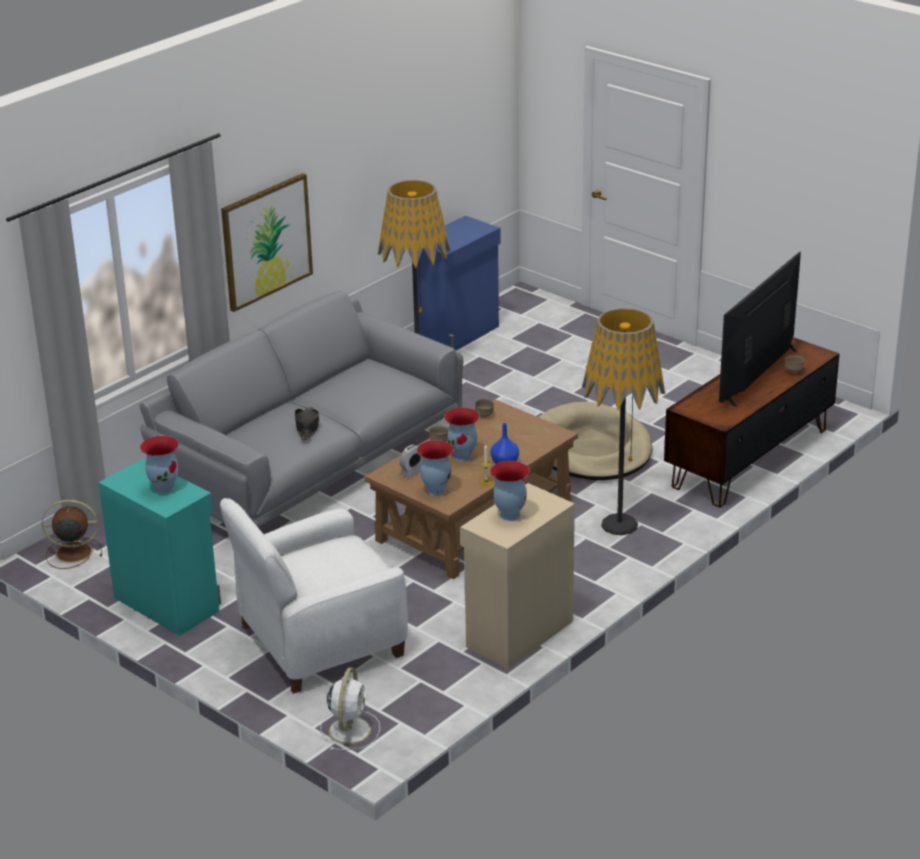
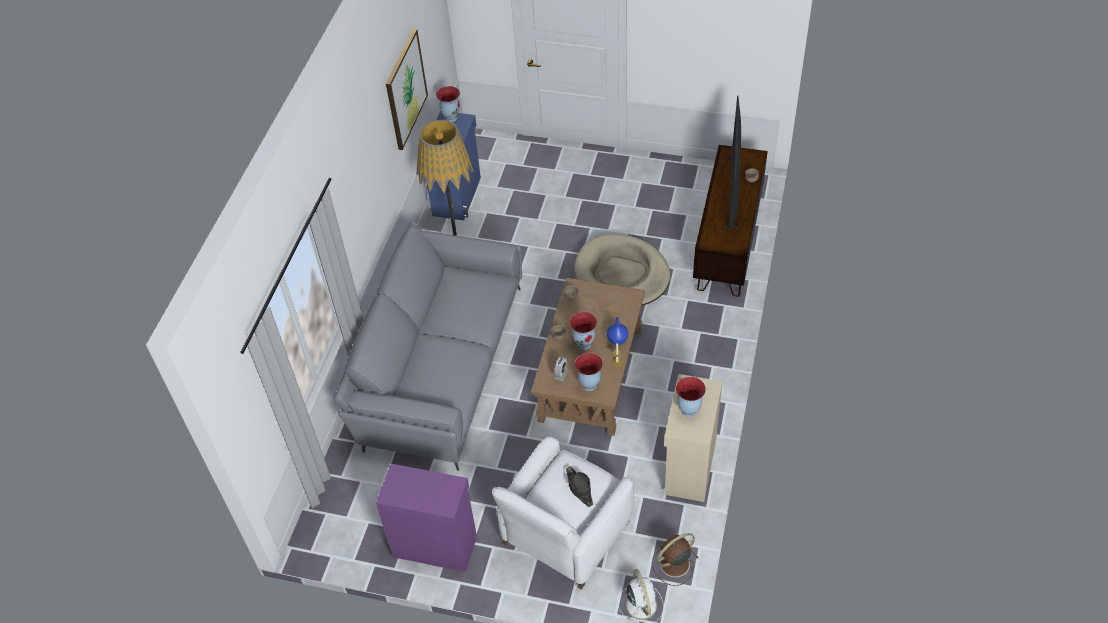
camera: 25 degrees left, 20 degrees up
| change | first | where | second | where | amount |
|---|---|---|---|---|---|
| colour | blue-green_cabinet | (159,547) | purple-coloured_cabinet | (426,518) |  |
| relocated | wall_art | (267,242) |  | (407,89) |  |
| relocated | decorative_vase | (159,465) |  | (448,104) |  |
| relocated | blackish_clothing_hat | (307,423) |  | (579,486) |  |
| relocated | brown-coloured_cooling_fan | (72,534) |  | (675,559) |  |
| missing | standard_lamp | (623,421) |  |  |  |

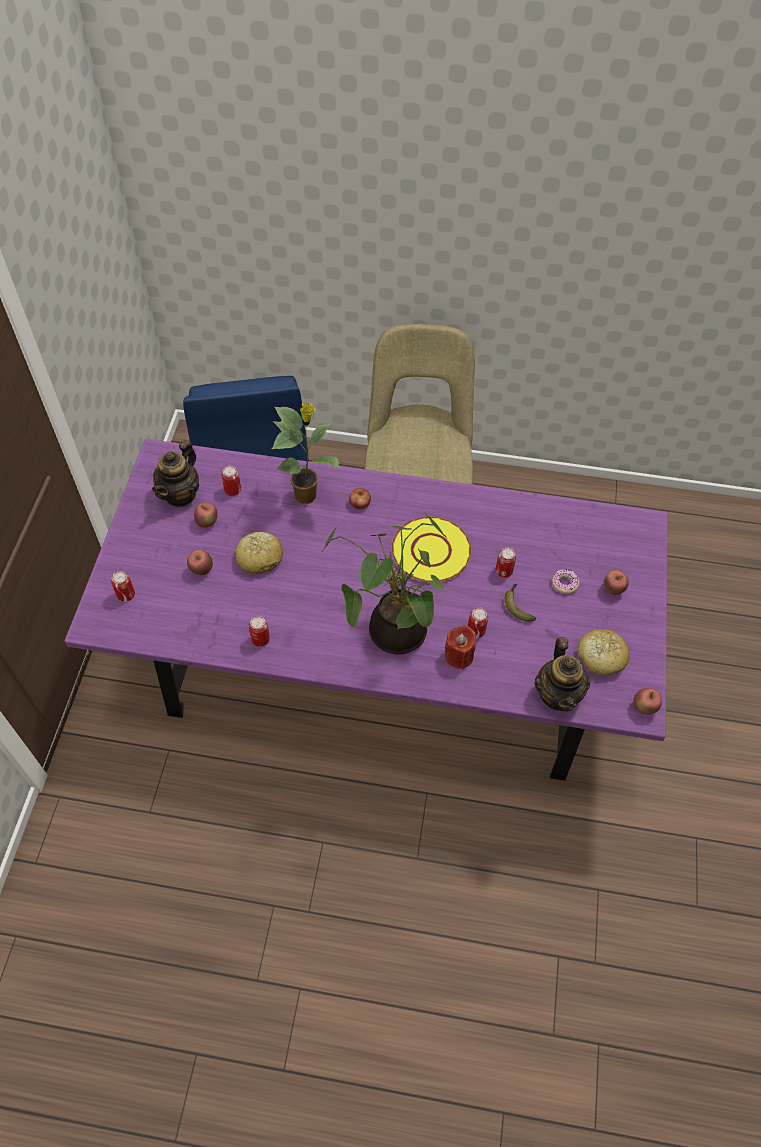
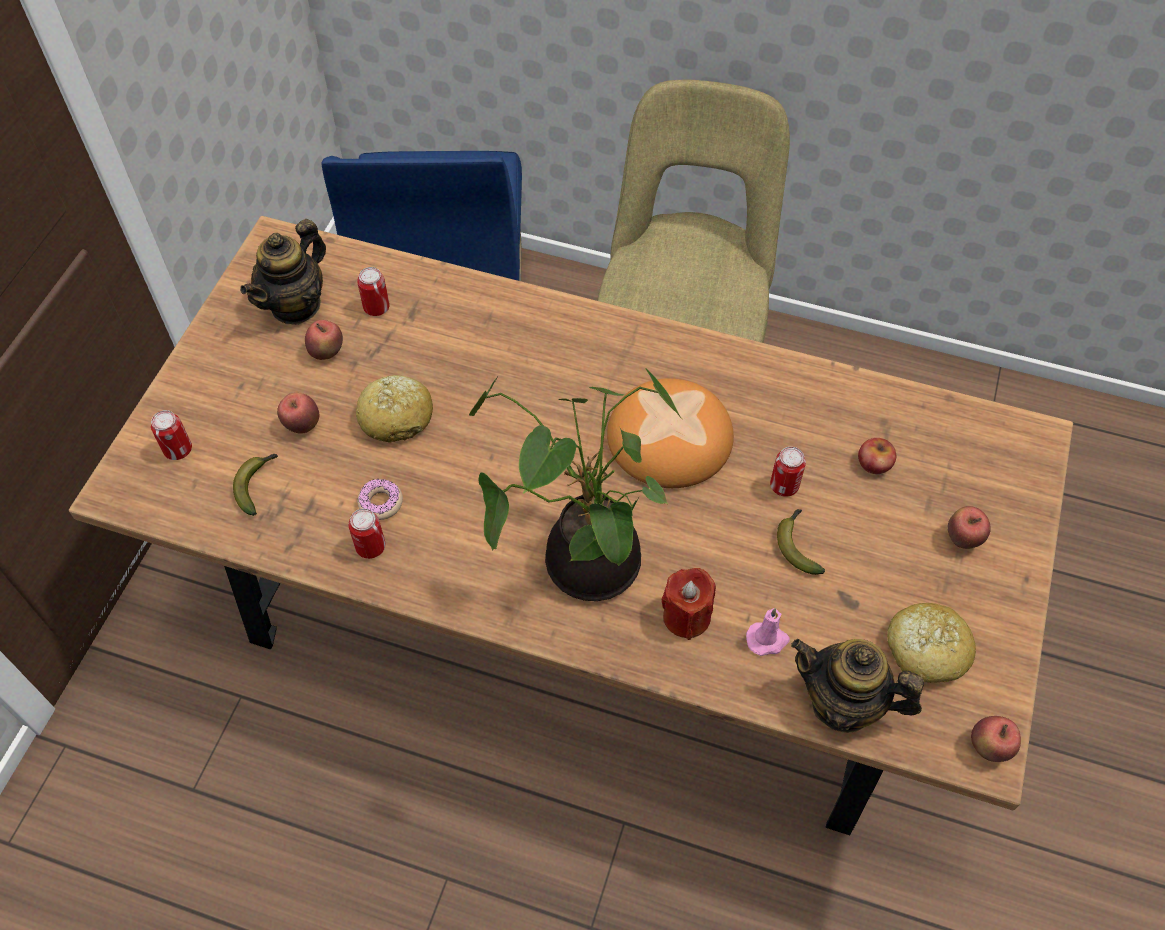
camera: 10 degrees right, 0 degrees up
| change | first | where | second | where | amount |
|---|---|---|---|---|---|
| colour | purple-coloured_dining_table | (366,610) | brown-coloured_dining_table | (571,525) |  |
| appeared |  |  | banana | (255,485) |  |
| relocated | donut | (565,581) |  | (380,499) |  |
| exchanged | yellow-coloured_flat_dish | (431,549) | baked_bread | (670,433) |  |
| appeared |  |  | pinkish_wax_candle | (768,632) |  |
| spun | tea_pot | (562,674) |  | (857,686) | 105 degrees clockwise |
| relocated | apple_fruit | (360,498) |  | (877,456) |  |
| missing | houseplant | (306,453) |  |  |  |
| missing | sealed_can | (478,622) |  |  |  |

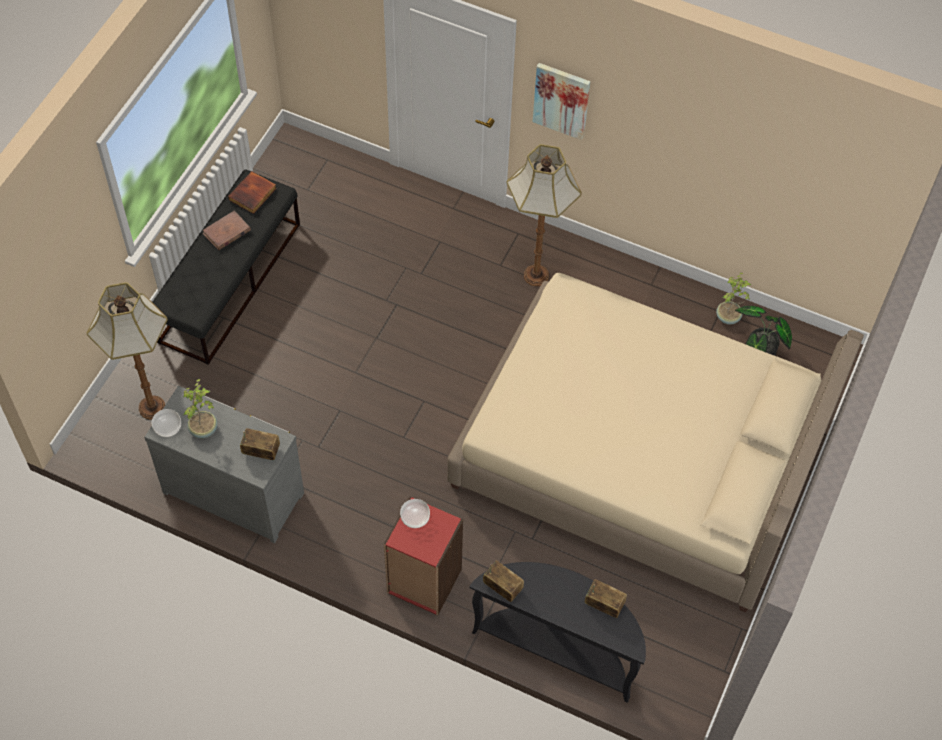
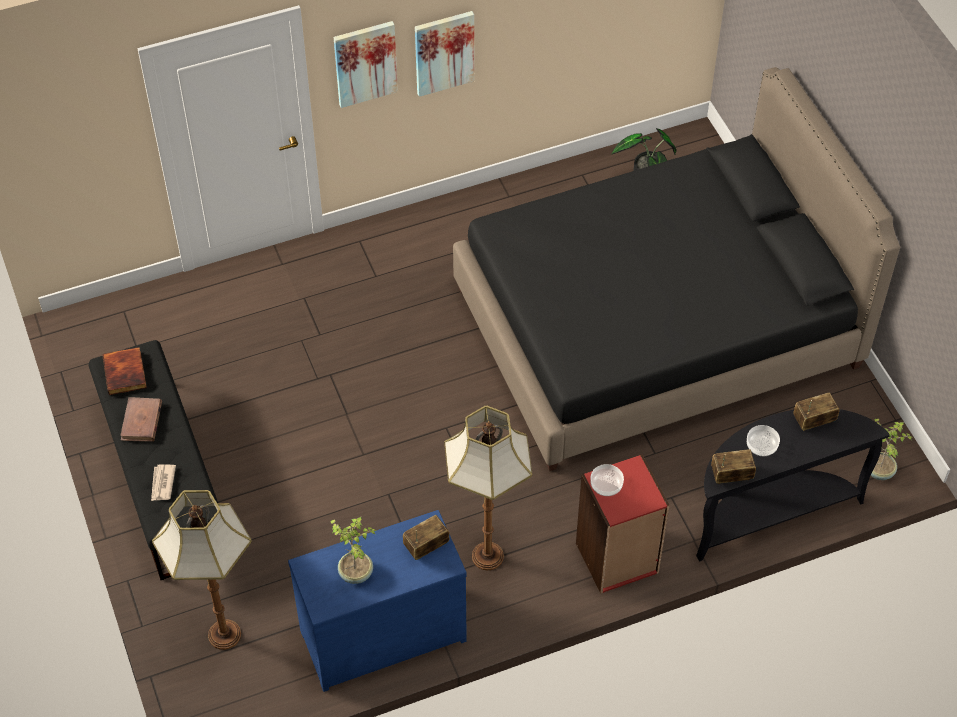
camera: 45 degrees left, 5 degrees down
| change | first | where | second | where | amount |
|---|---|---|---|---|---|
| appeared |  |  | newspaper | (163,482) |  |
| colour | gray_dresser | (224,464) | blue-coloured_dresser | (377,601) |  |
| appeared |  |  | wall_art | (444,54) |  |
| relocated | standard_lamp | (544,215) |  | (488,488) |  |
| colour | beige_sleeping_bed | (655,443) | blackish_sleeping_bed | (676,269) |  |
| relocated | deep_dish | (166,423) |  | (763,440) |  |
| relocated | houseplant | (734,298) |  | (892,449) |  |

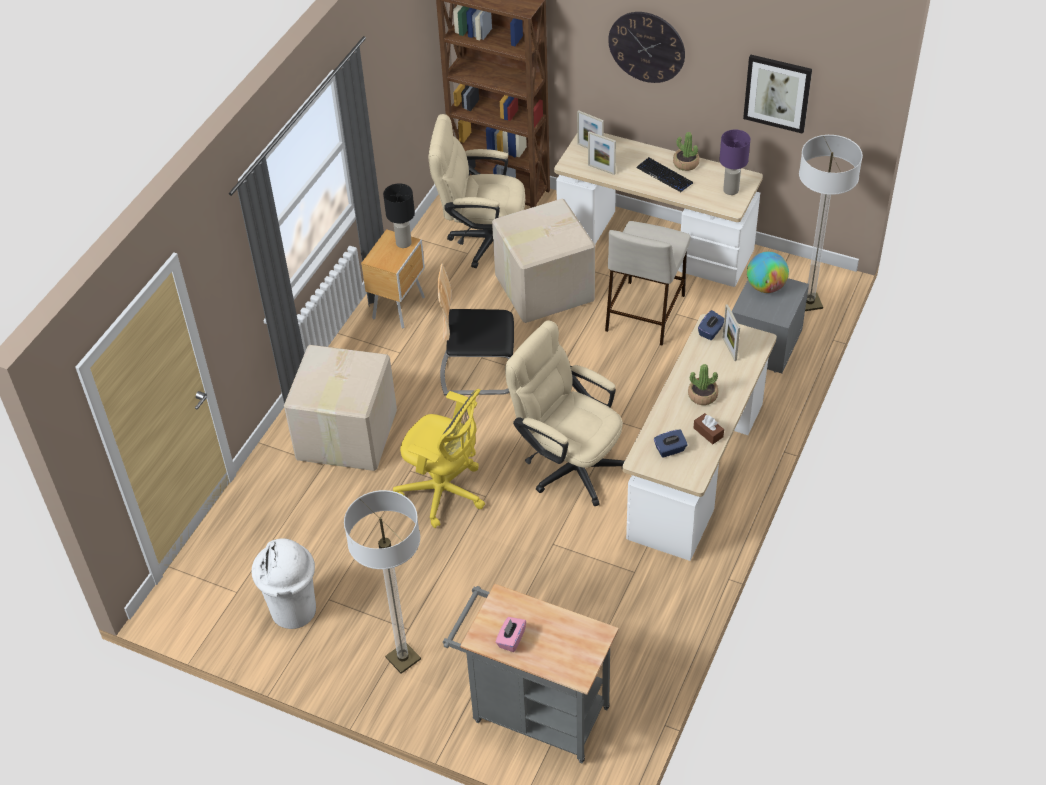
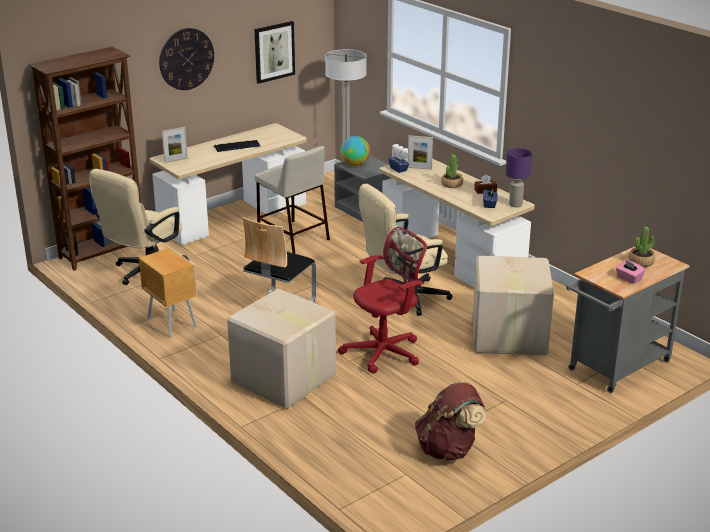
camera: 65 degrees left, 20 degrees down
| change | first | where | second | where | amount |
|---|---|---|---|---|---|
| colour | yellow-coloured_computer_chair | (439,458) | red-coloured_computer_chair | (382,300) |  |
| exchanged | white-coloured_waste_bin | (284,583) | brown-coloured_knapsack | (450,421) |  |
| relocated | cardboard_box | (543,260) |  | (513,305) |  |
| relocated | purple-coloured_tabletop_lamp | (735,162) |  | (519,177) |  |
| relocated | houseplant | (686,151) |  | (641,246) |  |
| missing | standard_lamp | (382,582) |  |  |  |
| missing | blackish_tabletop_lamp | (399,215) |  |  |  |
| missing | photo_frame | (602,153) |  |  |  |

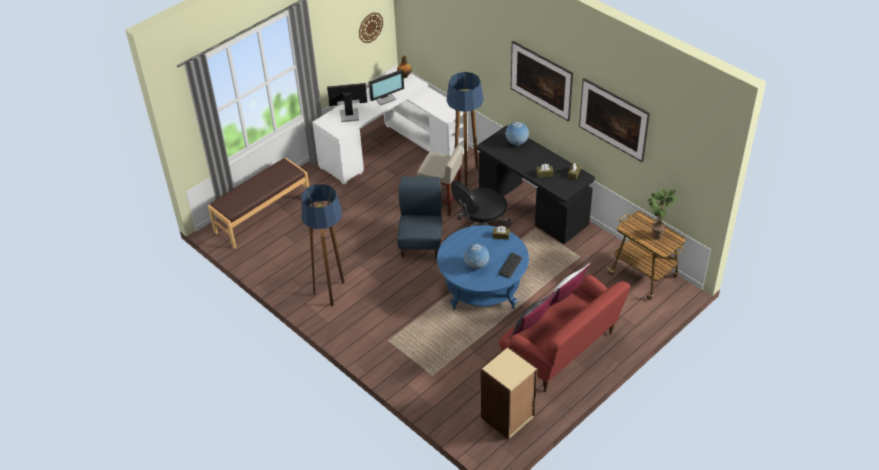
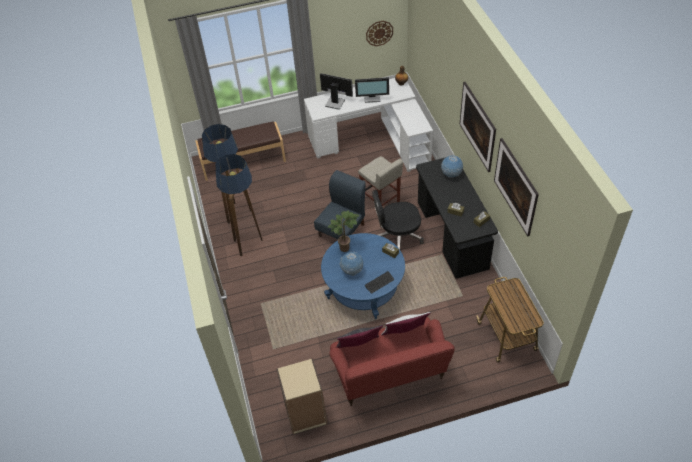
camera: 30 degrees right, 5 degrees up
| change | first | where | second | where | amount |
|---|---|---|---|---|---|
| relocated | standard_lamp | (465,129) |  | (226,174) |  |
| relocated | houseplant | (662,214) |  | (344,231) |  |

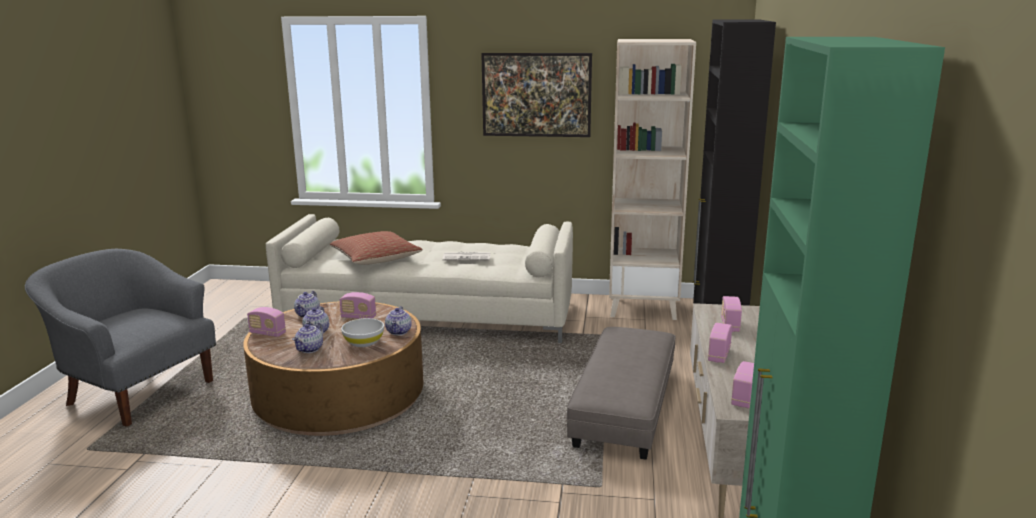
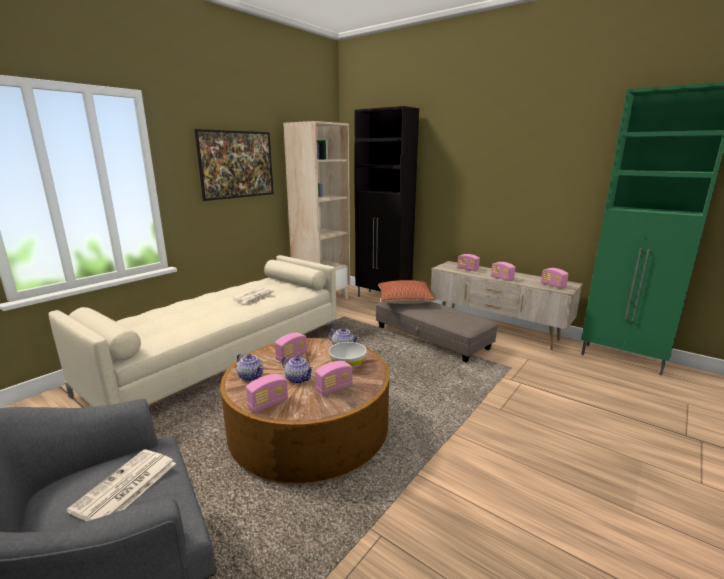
camera: 60 degrees left, 0 degrees up
| change | first | where | second | where | amount |
|---|---|---|---|---|---|
| appeared |  |  | newspaper | (121,485) |  |
| exchanged | tea_pot | (308,337) | radio | (334,378) |  |
| relocated | pillow | (376,248) |  | (406,292) |  |

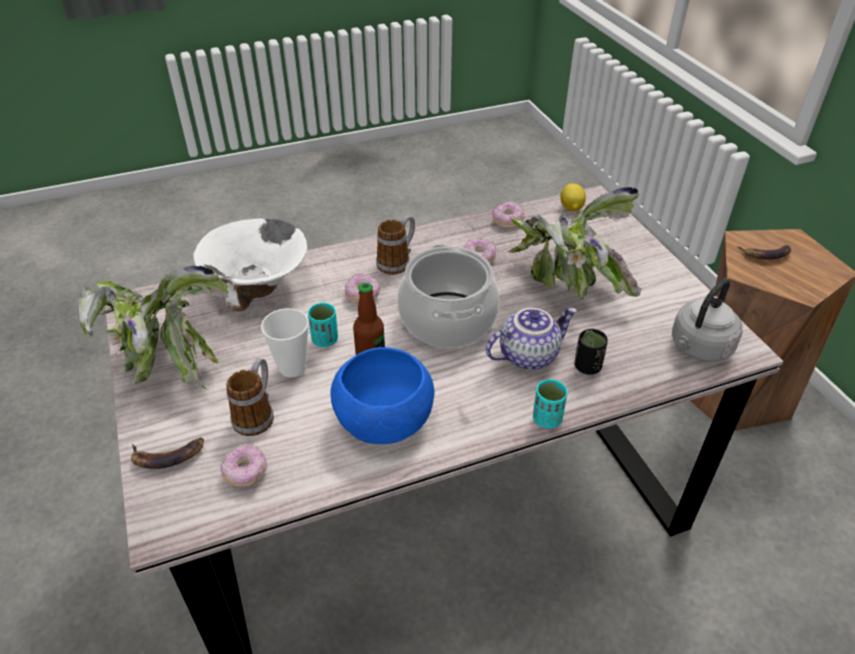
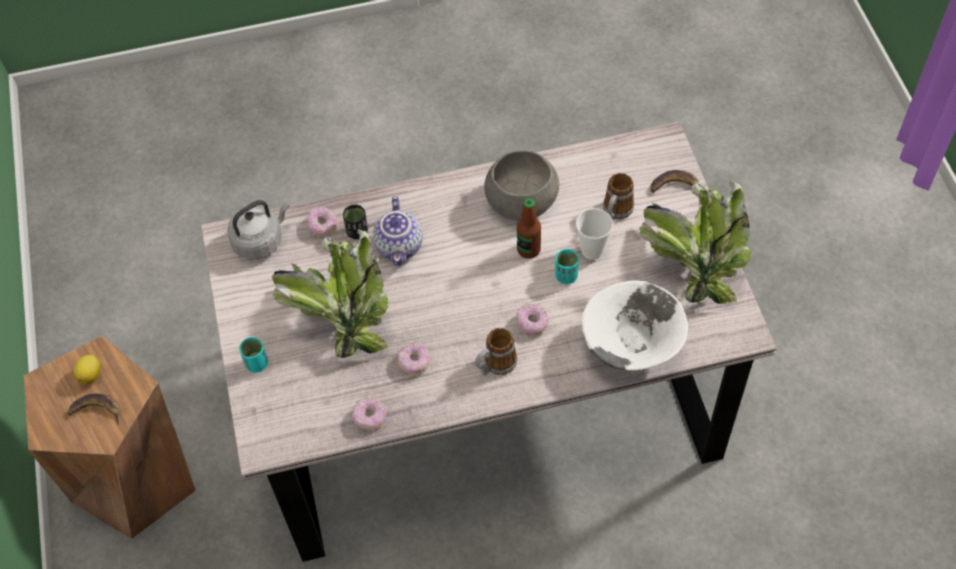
camera: 170 degrees left, 15 degrees up
| change | first | where | second | where | amount |
|---|---|---|---|---|---|
| relocated | lemon | (573,197) |  | (87,370) |  |
| relocated | blue-green_cup | (550,403) |  | (253,355) |  |
| relocated | donut | (243,465) |  | (322,221) |  |
| spun | tea_pot | (531,338) |  | (398,231) | 75 degrees counterclockwise |
| colour | blue-coloured_deep_dish | (382,395) | gray_deep_dish | (521,186) |  |
| missing | saucepot | (448,296) |  |  |  |

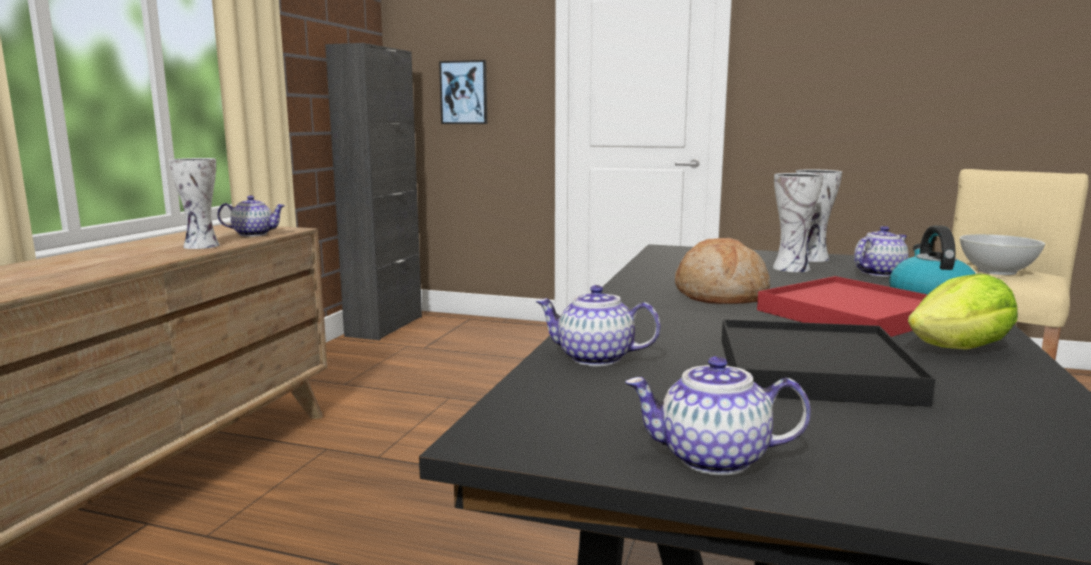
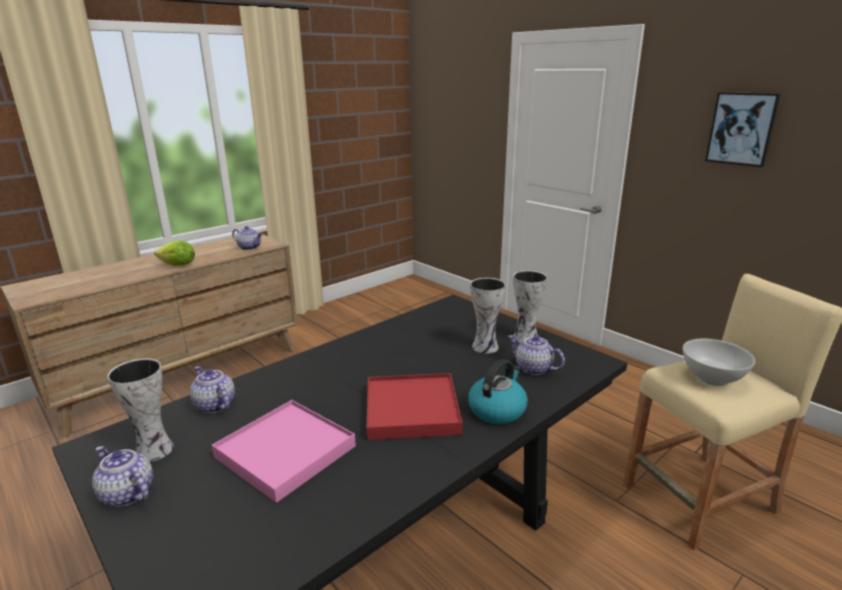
camera: 30 degrees right, 10 degrees up
| change | first | where | second | where | amount |
|---|---|---|---|---|---|
| relocated | decorative_vase | (194,203) |  | (140,410) |  |
| relocated | lettuce_head | (963,311) |  | (174,253) |  |
| colour | blackish_carrying_tray | (828,363) | pinkish_carrying_tray | (284,451) |  |
| spun | tea_pot | (881,251) |  | (536,355) | 135 degrees counterclockwise |
| relocated | wall_art | (463,92) |  | (742,129) |  |
| missing | blackish_cabinet | (373,191) |  |  |  |
| missing | baked_bread | (722,271) |  |  |  |

